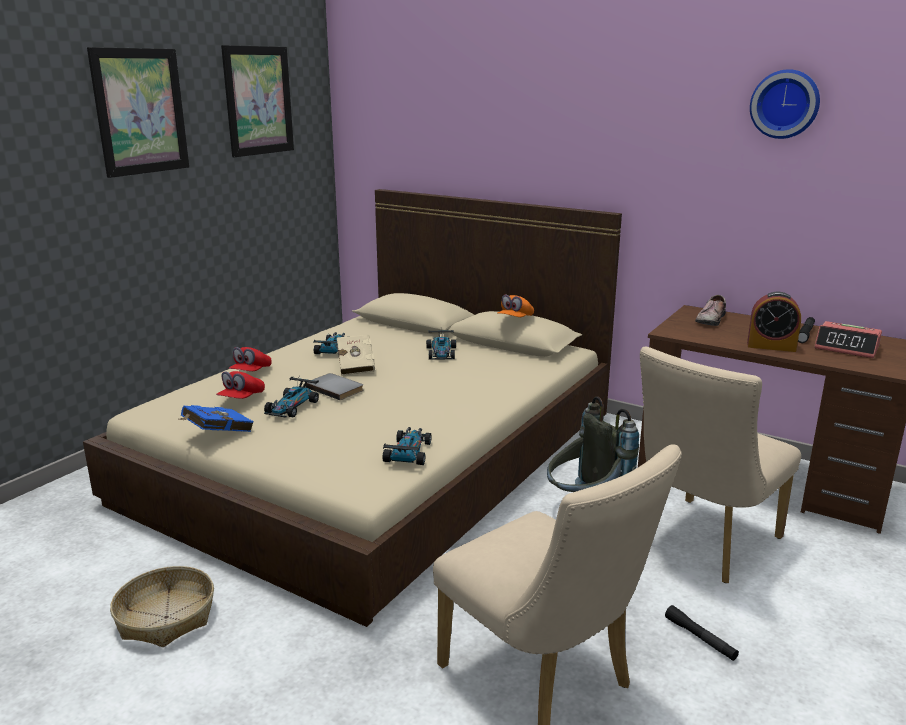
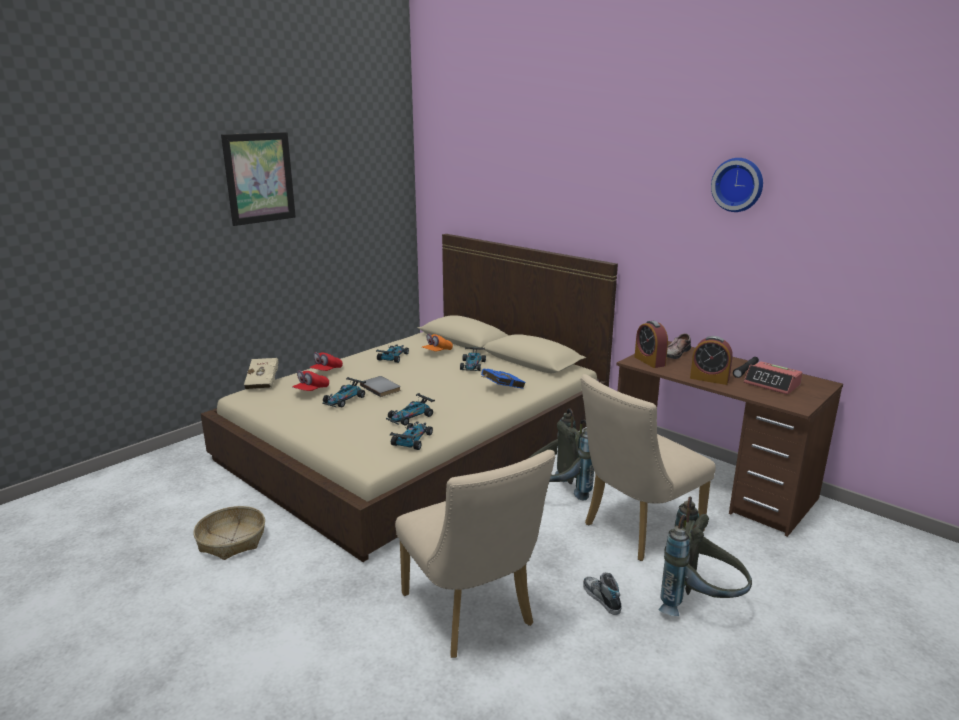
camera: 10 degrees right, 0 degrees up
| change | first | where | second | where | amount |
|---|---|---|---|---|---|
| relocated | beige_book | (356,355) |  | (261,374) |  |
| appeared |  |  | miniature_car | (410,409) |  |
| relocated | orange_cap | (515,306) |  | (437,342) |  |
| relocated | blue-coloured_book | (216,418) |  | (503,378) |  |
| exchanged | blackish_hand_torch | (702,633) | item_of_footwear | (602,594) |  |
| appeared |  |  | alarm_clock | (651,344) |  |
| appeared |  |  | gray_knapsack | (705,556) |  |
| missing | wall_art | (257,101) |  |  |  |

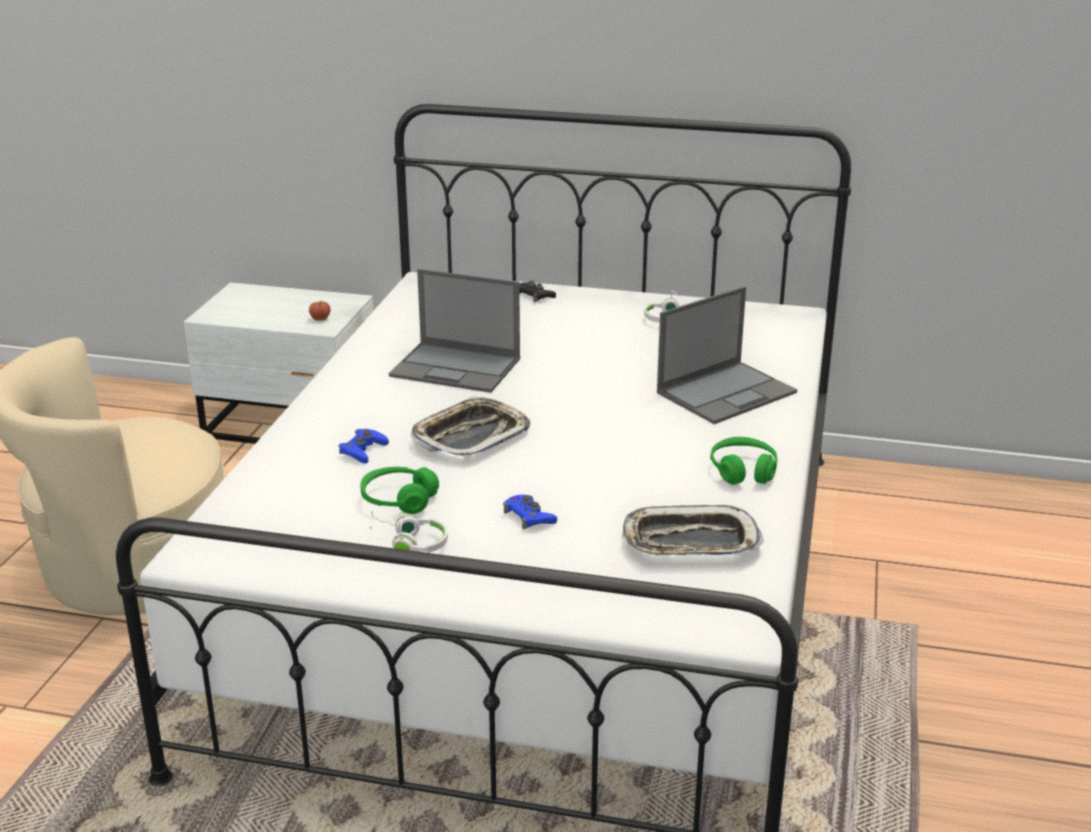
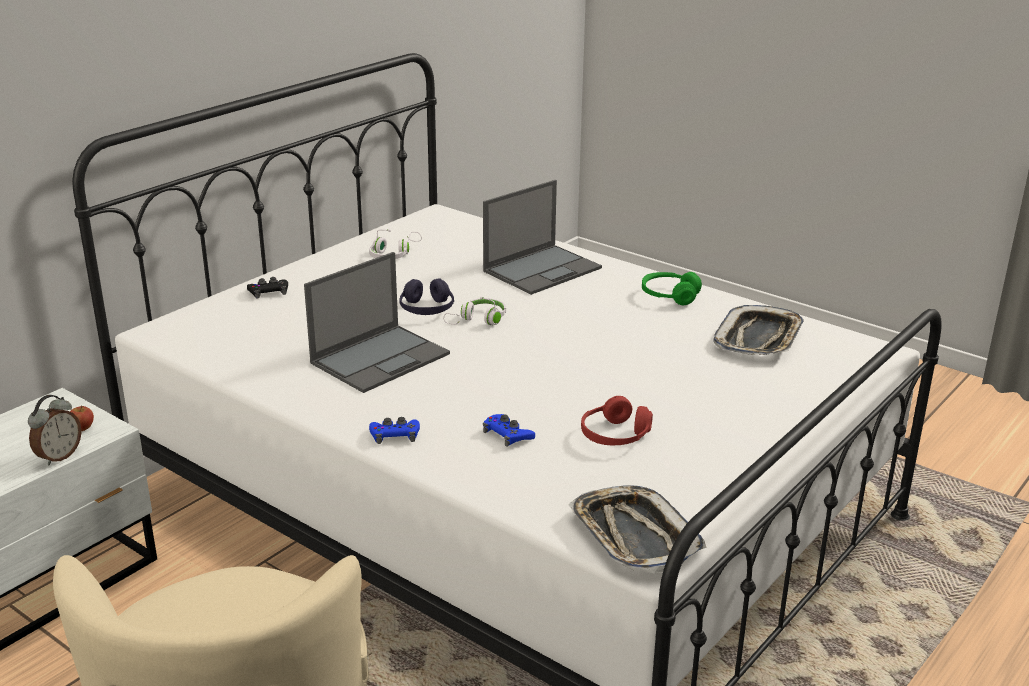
camera: 65 degrees left, 0 degrees up
| change | first | where | second | where | amount |
|---|---|---|---|---|---|
| appeared |  |  | alarm_clock | (55,430) |  |
| relocated | blue-coloured_joypad | (530,512) |  | (394,430) |  |
| appeared |  |  | purple-coloured_headset | (426,296) |  |
| relocated | white-coloured_headset | (408,532) |  | (474,310) |  |
| spun | notebook_computer | (727,355) |  | (542,237) | 60 degrees clockwise |
| relocated | carrying_tray | (470,427) |  | (637,529) |  |
| colour | greenish_headset | (399,490) | red-coloured_headset | (617,420) |  |

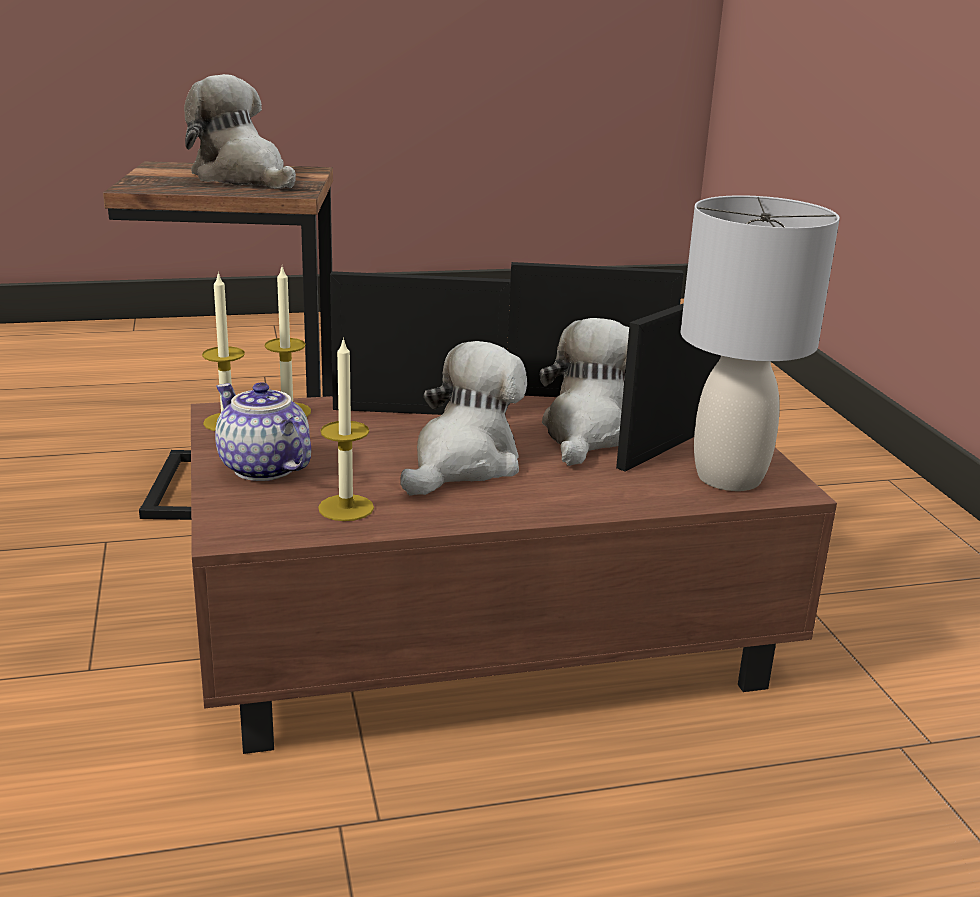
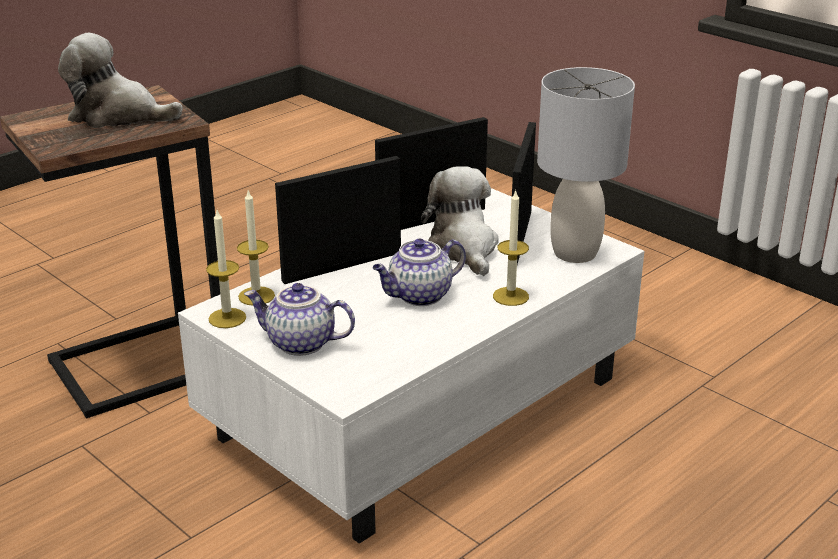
camera: 30 degrees left, 5 degrees up
| change | first | where | second | where | amount |
|---|---|---|---|---|---|
| colour | brown-coloured_low_table | (514,575) | white-coloured_low_table | (411,366) |  |
| exchanged | plush_toy | (464,418) | tea_pot | (419,272) |  |
| relocated | wax_candle | (346,429) |  | (511,247) |  |

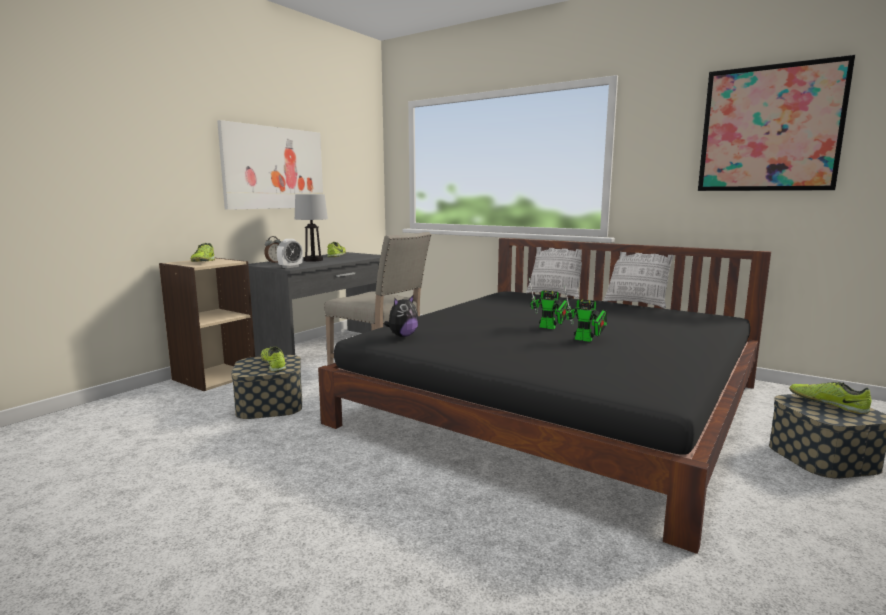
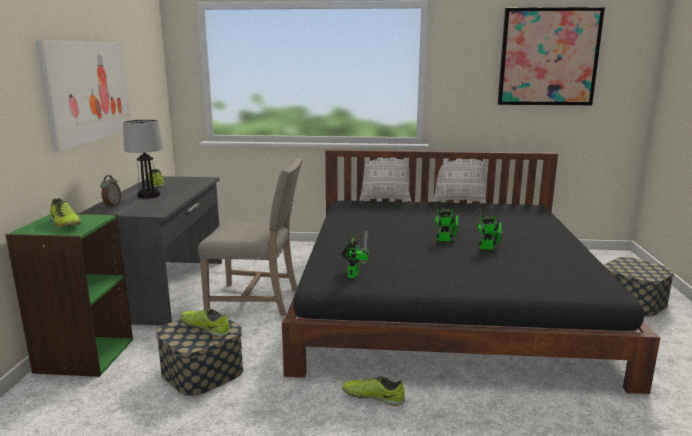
camera: 30 degrees left, 5 degrees up
| change | first | where | second | where | amount |
|---|---|---|---|---|---|
| colour | beige_bookcase | (207,324) | greenish_bookcase | (69,295) |  |
| exchanged | plush_toy | (401,316) | robot_figure | (355,254) |  |
| relocated | item_of_footwear | (830,398) |  | (373,391) |  |
| missing | alarm_clock | (290,253) |  |  |  |

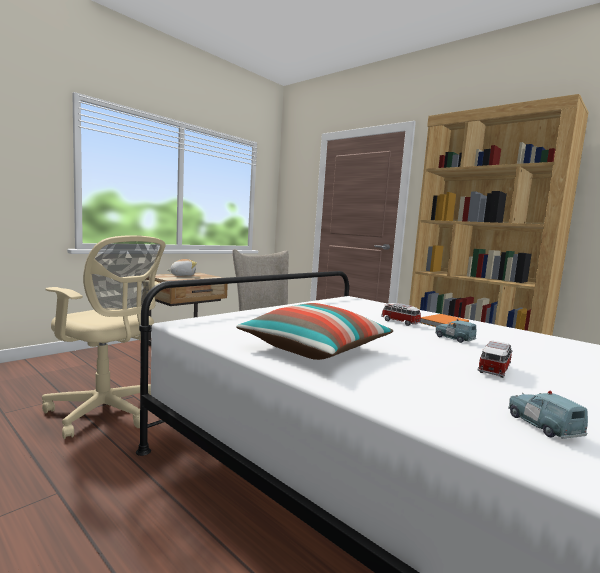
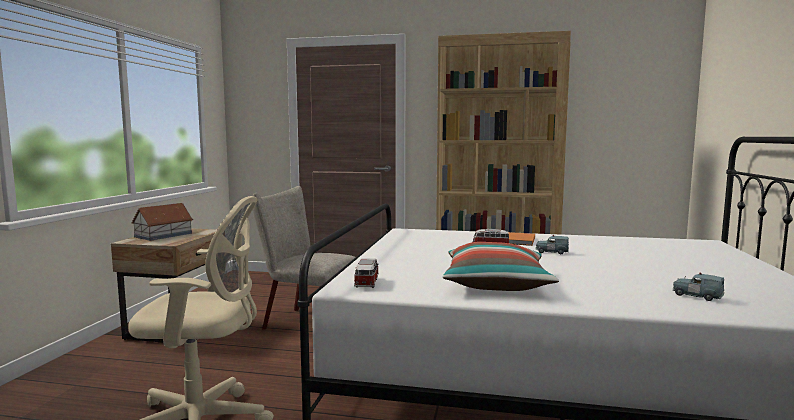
camera: 30 degrees left, 0 degrees up
| change | first | where | second | where | amount |
|---|---|---|---|---|---|
| exchanged | plush_toy | (182,267) | model_house | (162,222) |  |
| relocated | miniature_car | (495,359) |  | (366,273) |  |

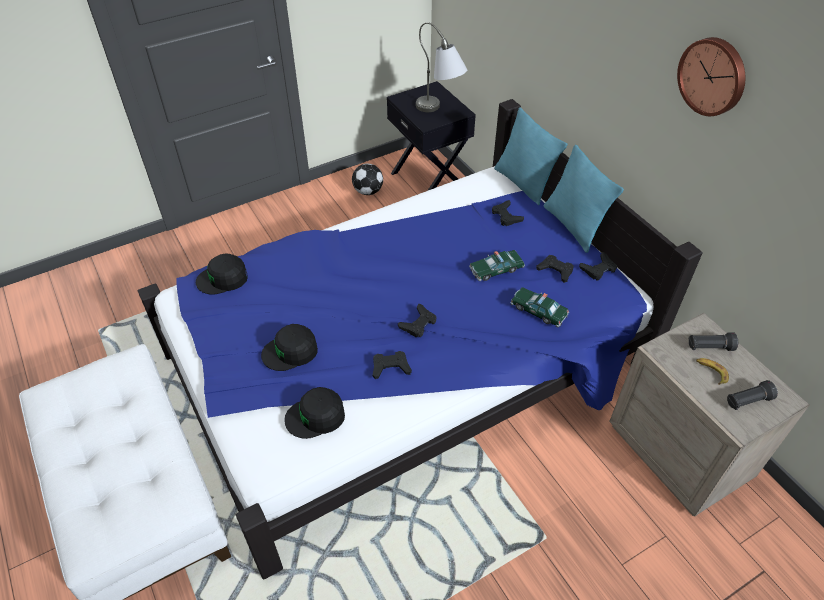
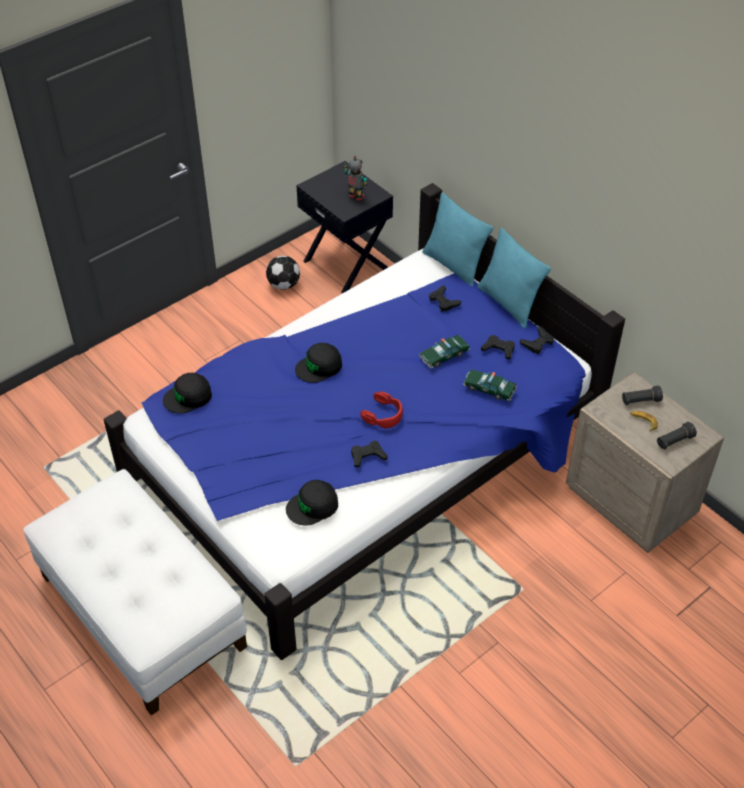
camera: 10 degrees left, 0 degrees up
| change | first | where | second | where | amount |
|---|---|---|---|---|---|
| relocated | blackish_cap | (289,347) |  | (318,363) |  |
| exchanged | gray_tabletop_lamp | (441,67) | robot_figure | (355,178) |  |
| exchanged | blackish_joypad | (417,321) | red-coloured_headset | (381,409) |  |
| missing | wall_clock | (711,76) |  |  |  |

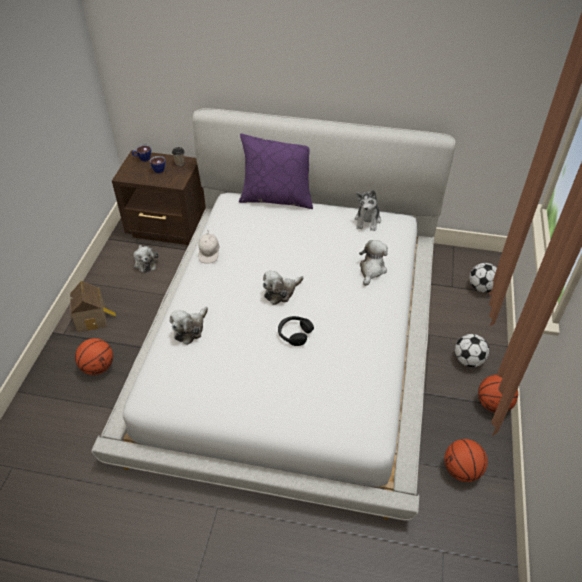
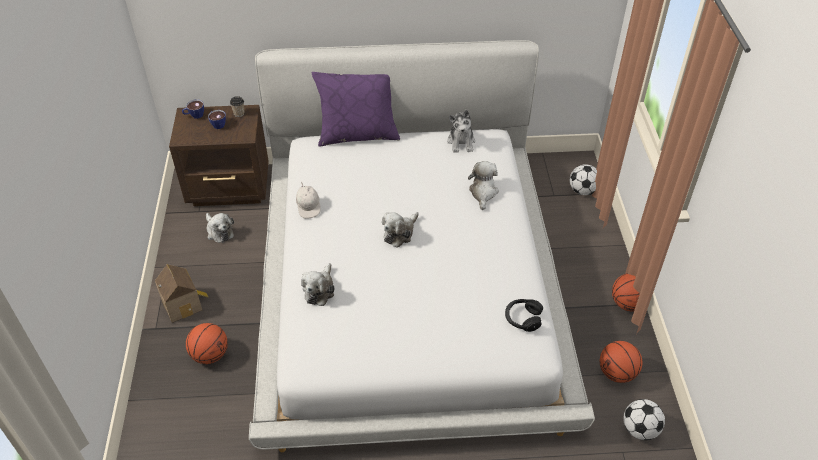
camera: 15 degrees left, 0 degrees up
| change | first | where | second | where | amount |
|---|---|---|---|---|---|
| relocated | blackish_headset | (296,331) |  | (524,315) |  |
| relocated | football | (472,350) |  | (644,419) |  |

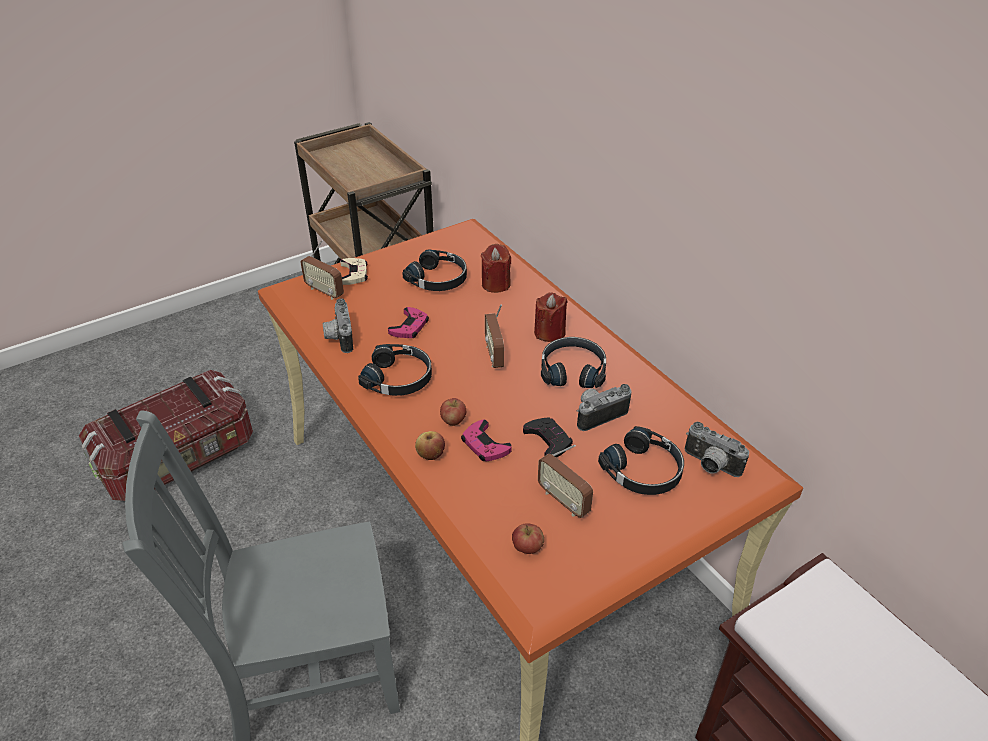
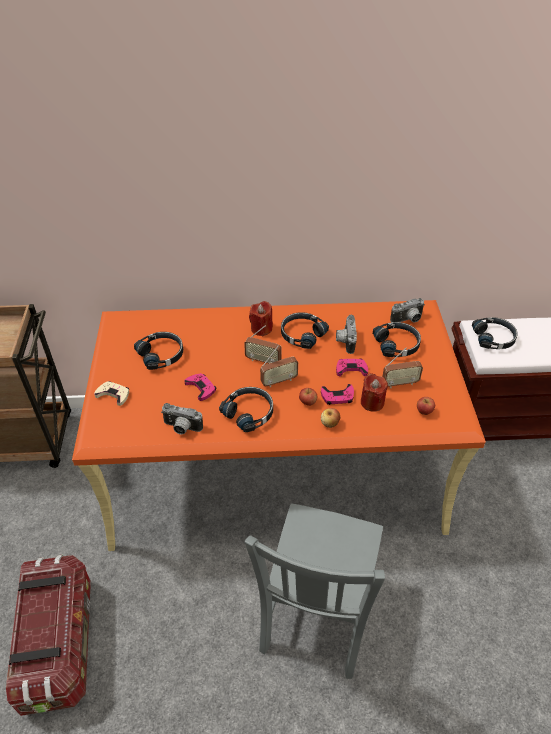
camera: 60 degrees left, 5 degrees up
| change | first | where | second | where | amount |
|---|---|---|---|---|---|
| relocated | radio | (322,270) |  | (279,366) |  |
| colour | blackish_joypad | (548,437) | pinkish_joypad | (352,368) |  |
| relocated | red-coloured_wax_candle | (496,268) |  | (374,392) |  |
| appeared |  |  | blackish_headset | (495,333) |  |

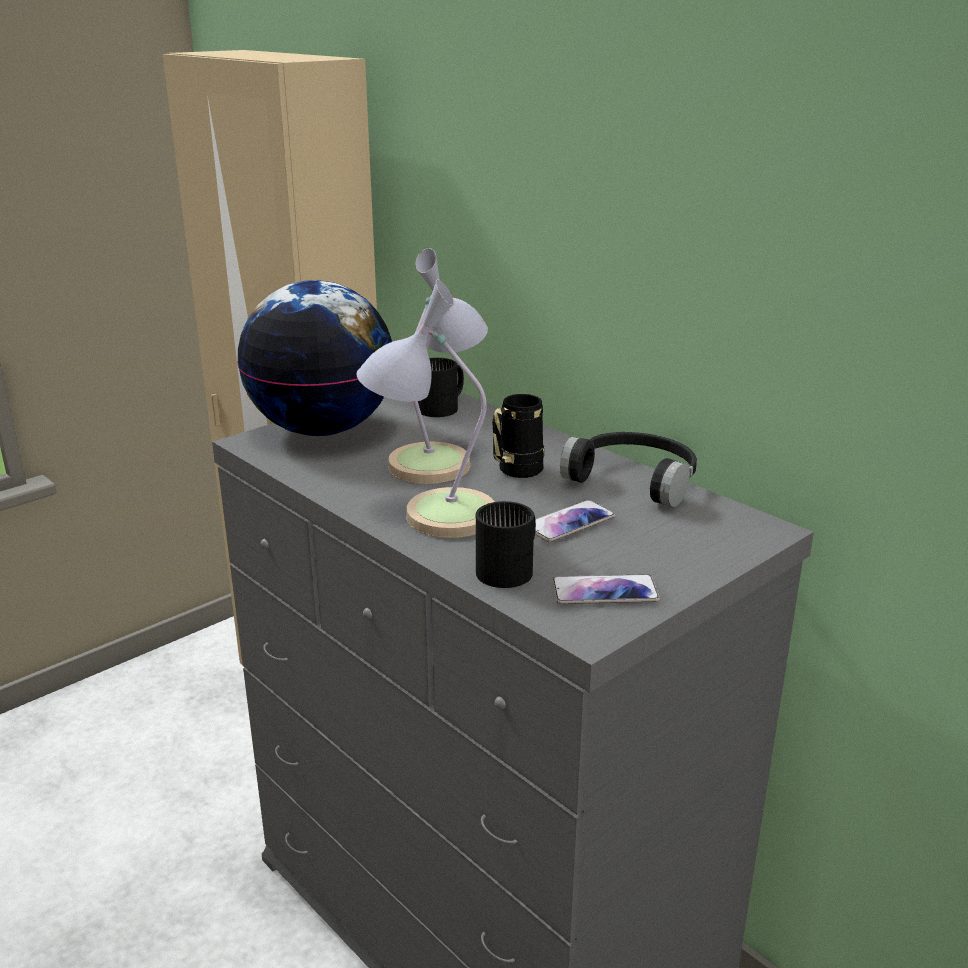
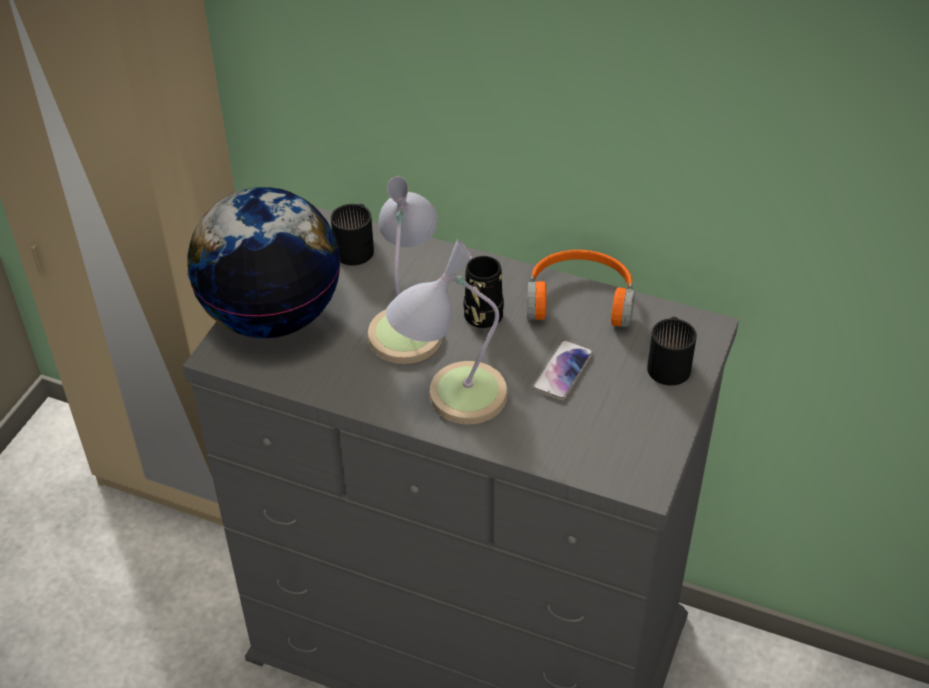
camera: 25 degrees left, 20 degrees up
| change | first | where | second | where | amount |
|---|---|---|---|---|---|
| colour | blackish_headset | (628,469) | orange_headset | (580,288) |  |
| relocated | blackish_coffee_mug | (506,544) |  | (672,351) |  |
| missing | handset | (606,589) |  |  |  |

